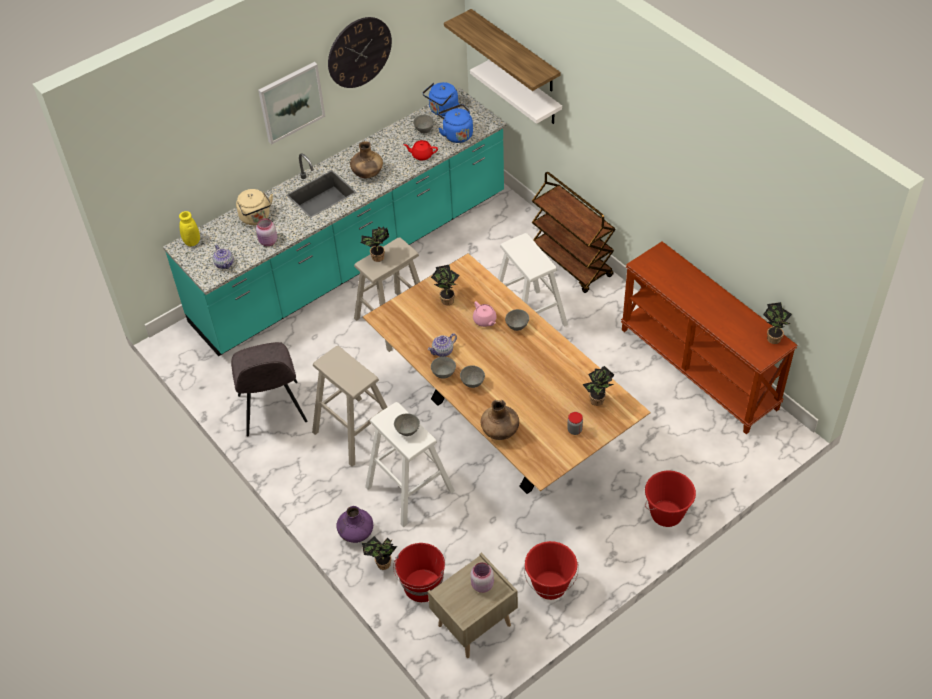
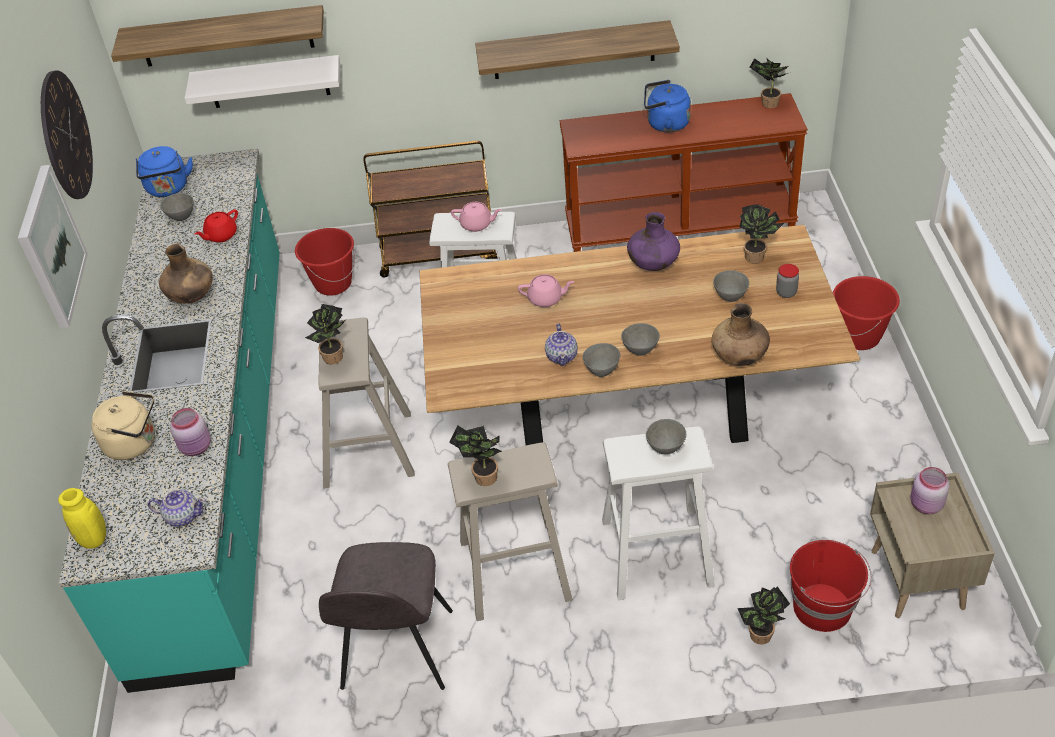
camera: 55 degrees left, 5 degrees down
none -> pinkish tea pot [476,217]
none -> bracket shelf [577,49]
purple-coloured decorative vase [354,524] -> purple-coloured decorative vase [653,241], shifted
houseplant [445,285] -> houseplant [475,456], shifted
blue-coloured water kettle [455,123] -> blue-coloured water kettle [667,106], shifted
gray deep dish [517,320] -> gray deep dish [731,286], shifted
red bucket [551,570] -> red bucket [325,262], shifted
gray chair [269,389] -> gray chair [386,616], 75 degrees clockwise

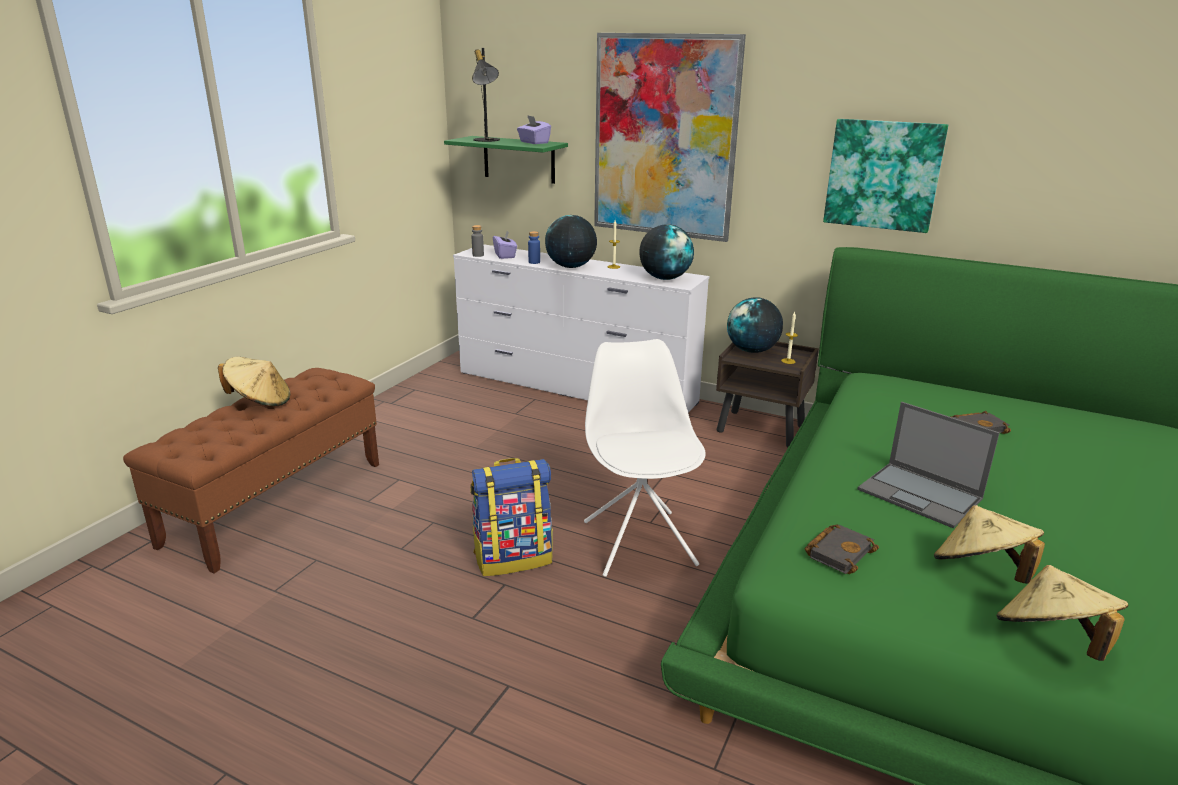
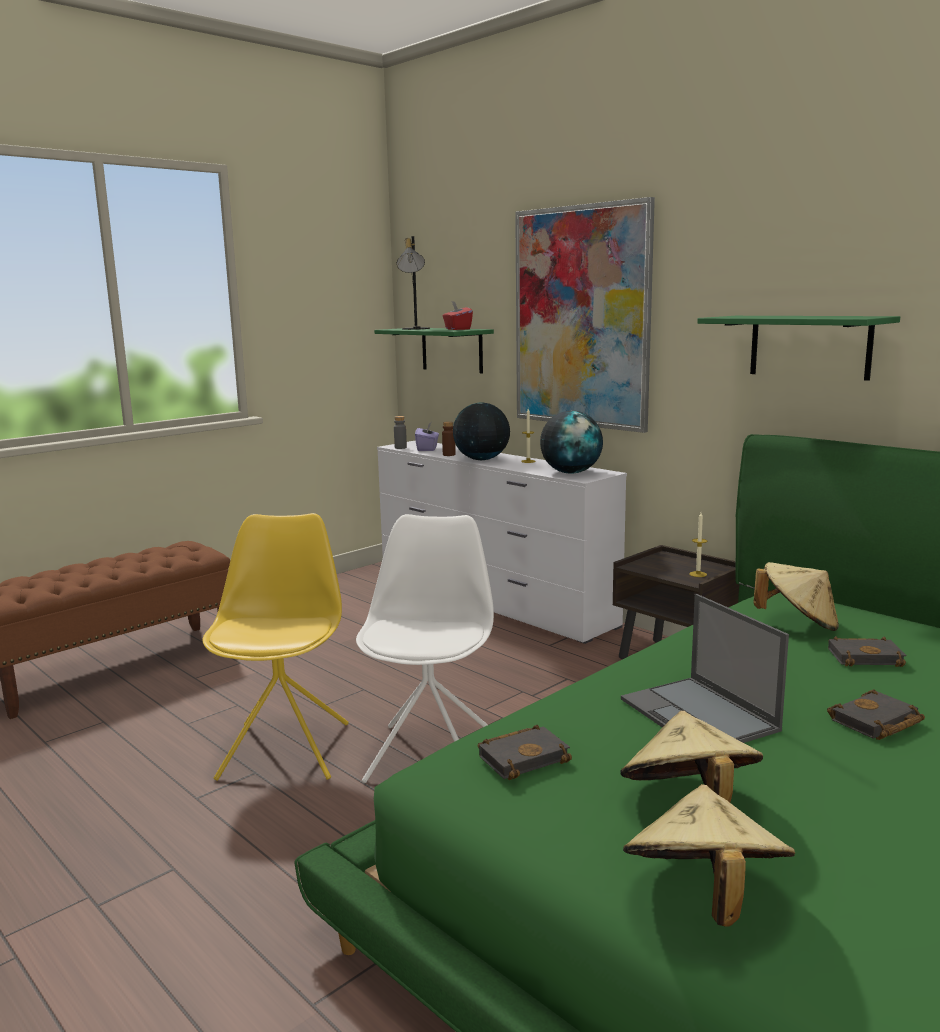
camera: 20 degrees right, 10 degrees down
desk globe [755,325] -> none
none -> black-coloured bound book [876,714]
beige clothing hat [254,381] -> beige clothing hat [796,596], shifted
knapsack [511,517] -> yellow chair [276,647]
wall art [885,176] -> green bracket shelf [798,348]
purple-coloured box of tissues [534,129] -> red box of tissues [457,316]
blue-coloured drink bottle [534,247] -> brownish drink bottle [449,438]

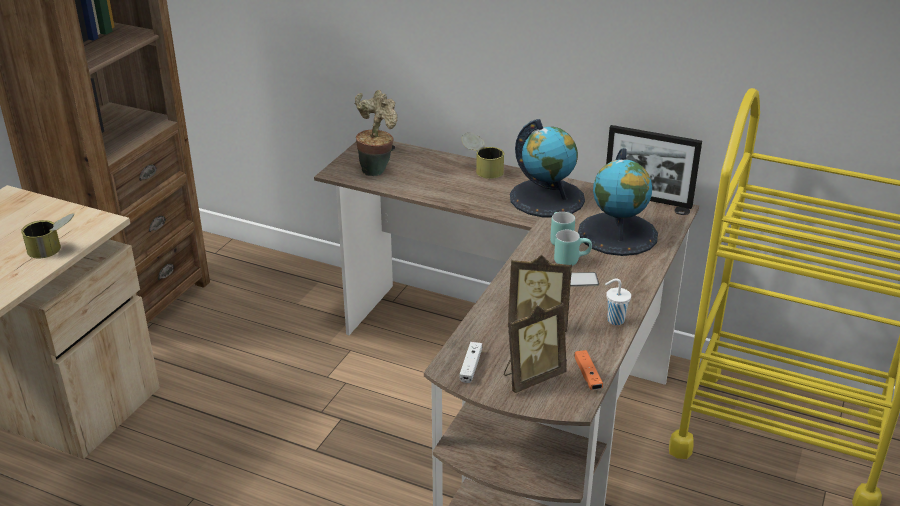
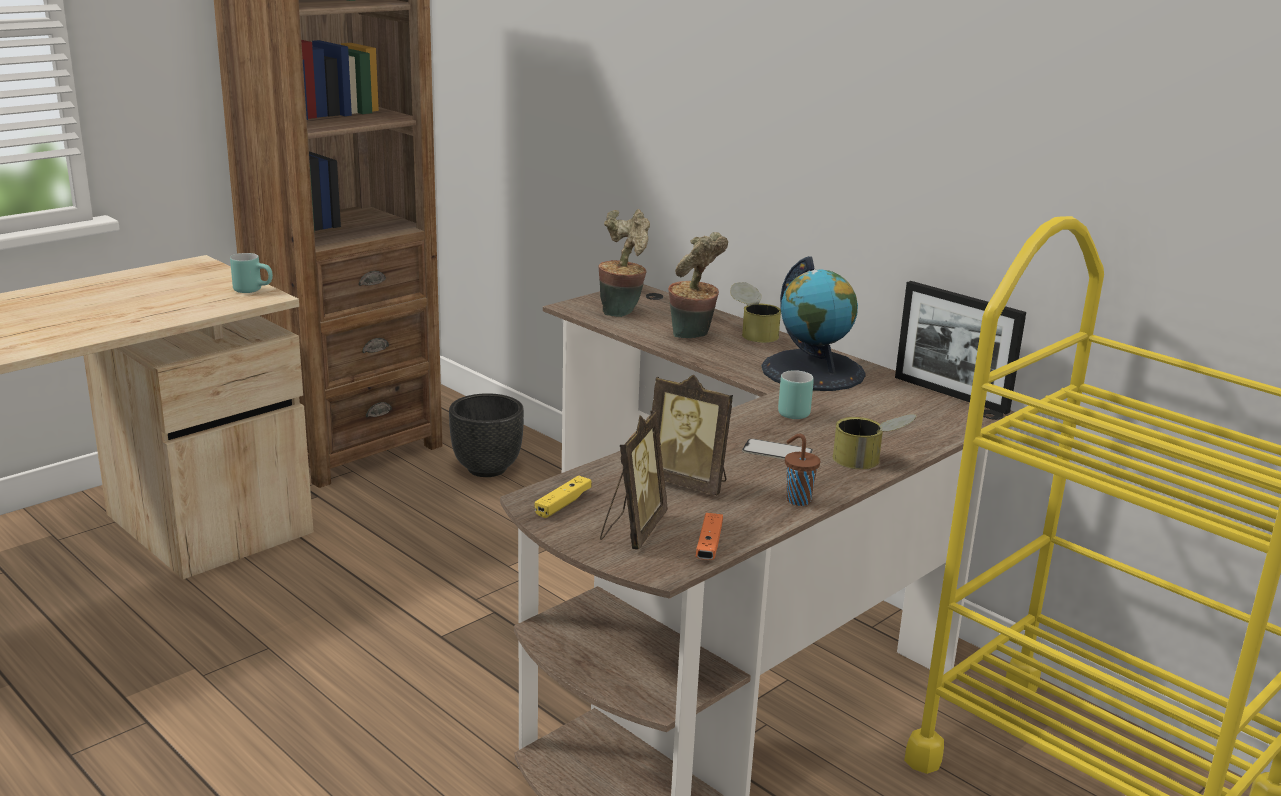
camera: 20 degrees right, 10 degrees down
desk globe [618,202] -> none
none -> black-coloured flower pot [486,435]
none -> houseplant [698,285]
metal can [47,235] -> metal can [875,441], shifted
blue-green coffee mug [573,248] -> blue-green coffee mug [251,273], shifted
white-coloured joypad [470,362] -> yellow joypad [563,496]
white-coloured drinking cup [618,301] -> brownish drinking cup [802,470]
picture frame [535,347] -> picture frame [634,480], 60 degrees counterclockwise

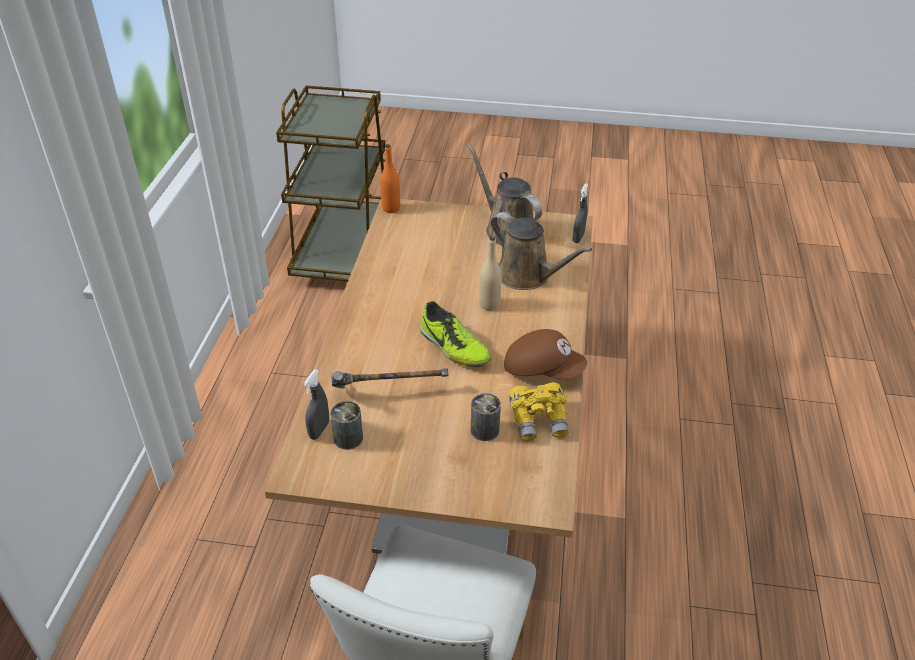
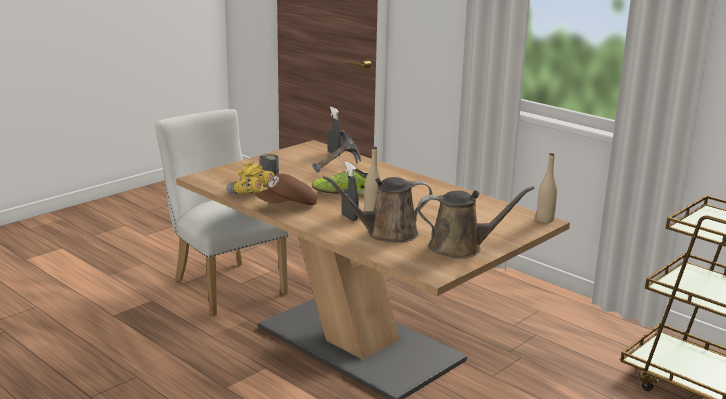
camera: 125 degrees right, 20 degrees down
metal can [347,425] -> none
gray spray bottle [580,213] -> gray spray bottle [350,191], shifted
orange-coloured drink bottle [390,178] -> beige drink bottle [547,188]

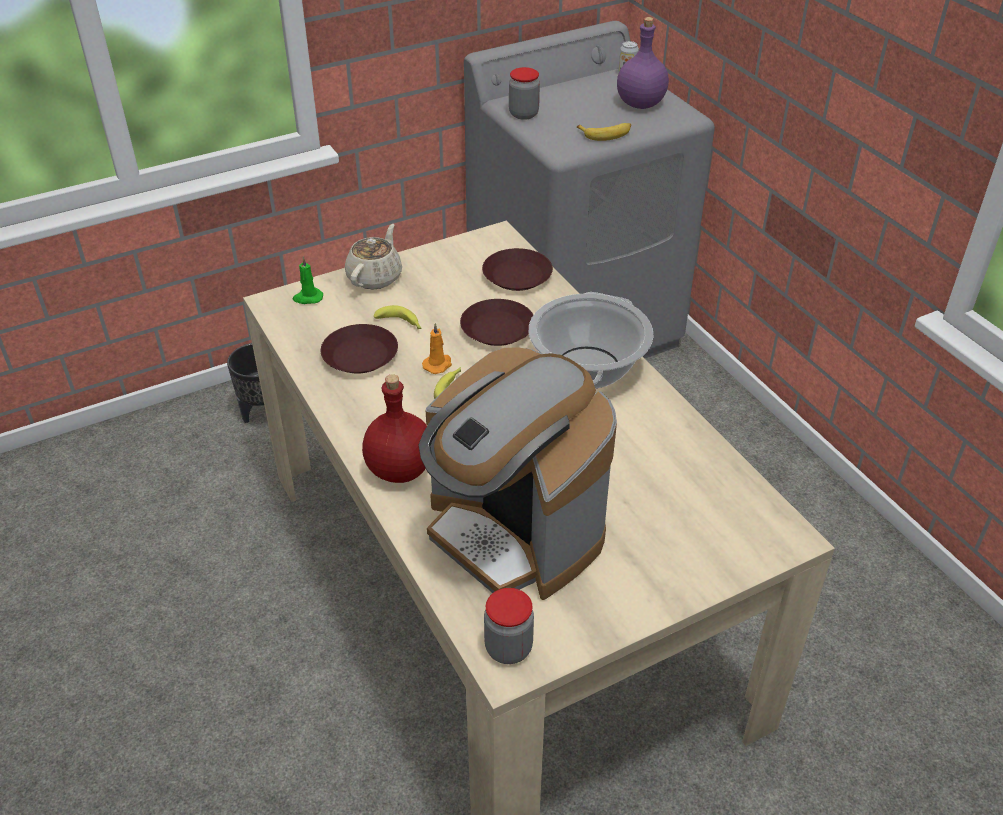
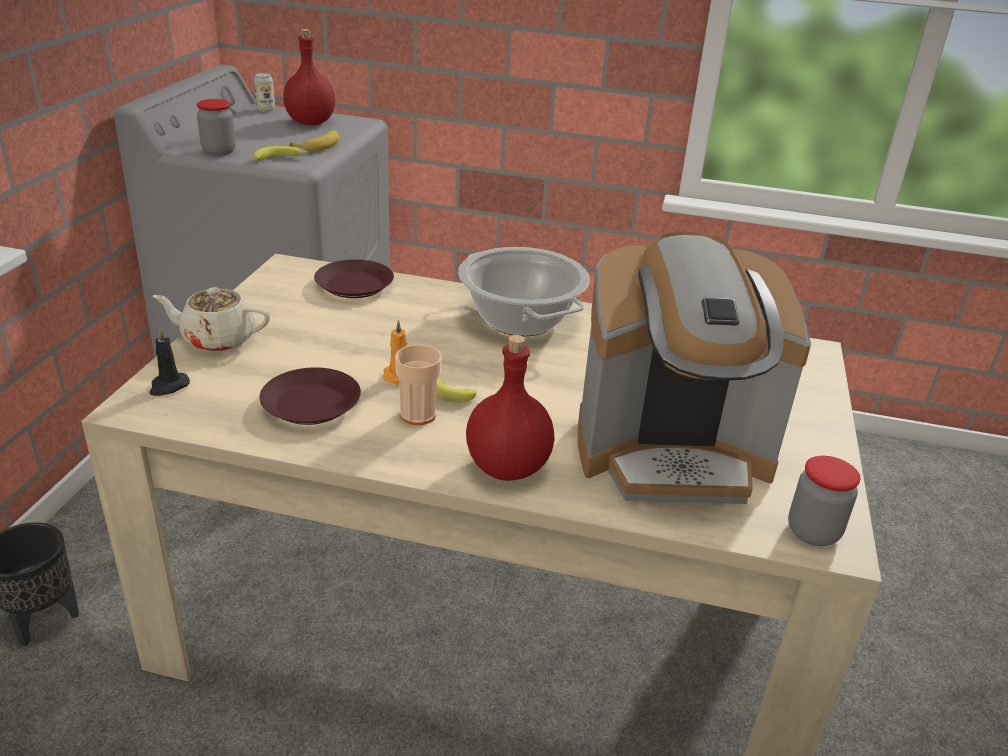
camera: 50 degrees left, 10 degrees down
brownish plate [496,322] -> none
none -> drinking cup [418,385]
whole banana [398,317] -> whole banana [281,153], shifted
green wax candle [308,280] -> black-coloured wax candle [169,361]
purple-coloured drink bottle [643,63] -> red drink bottle [309,77]
beige tea pot [373,256] -> beige tea pot [211,319], 60 degrees counterclockwise

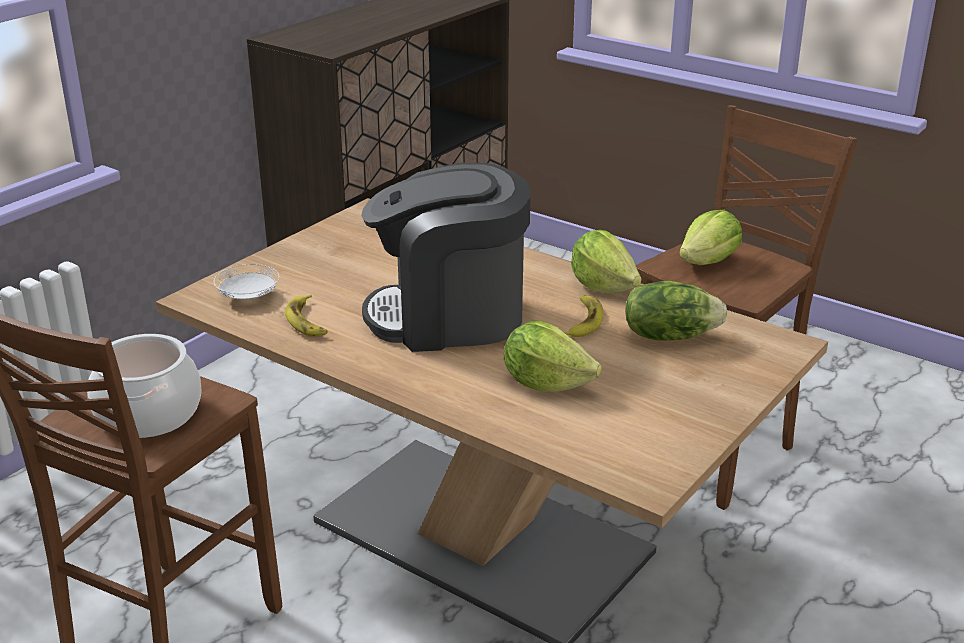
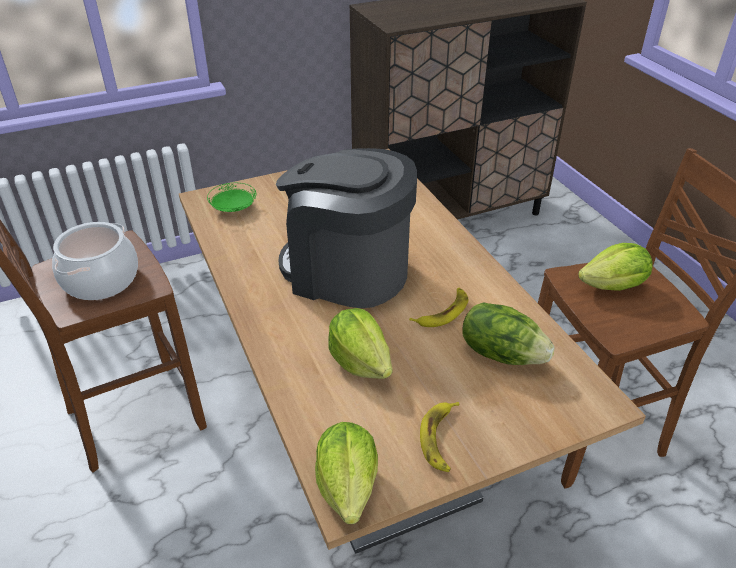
camera: 30 degrees right, 10 degrees up
whole banana [306,315] -> whole banana [440,437], shifted
lettuce head [606,262] -> lettuce head [346,473], shifted
white-coloured plate [246,282] -> green plate [231,197]

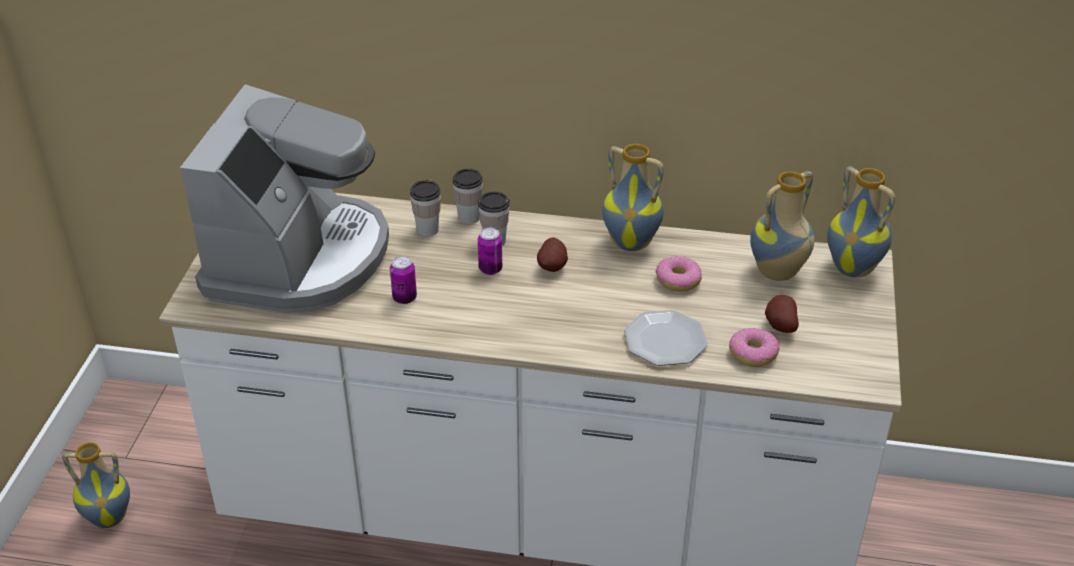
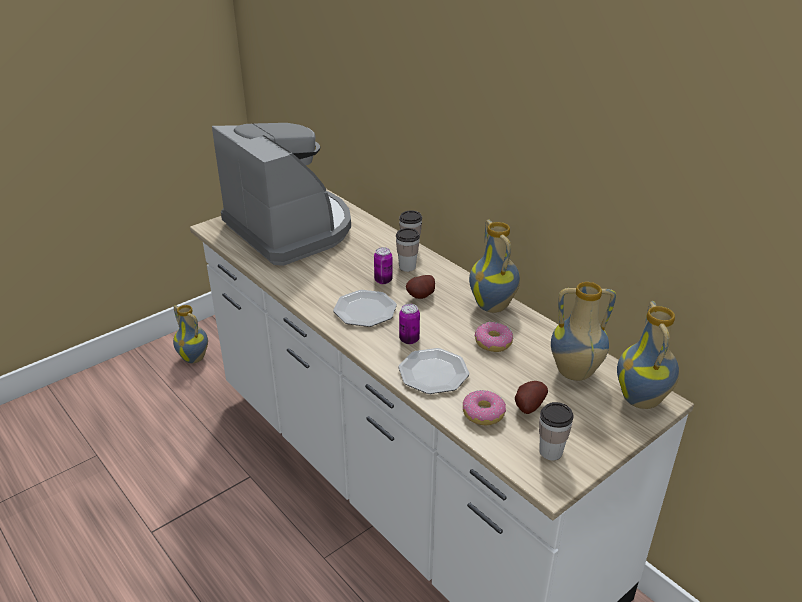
camera: 40 degrees right, 5 degrees down
none -> plate [365,308]
metal can [403,280] -> metal can [409,324], shifted
drinking cup [425,208] -> drinking cup [556,431], shifted
coffee brewer [284,198] -> coffee brewer [281,194], 90 degrees counterclockwise

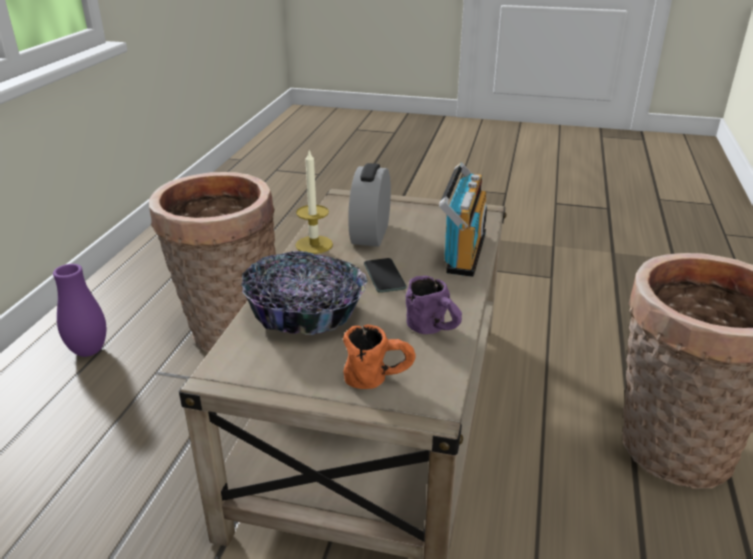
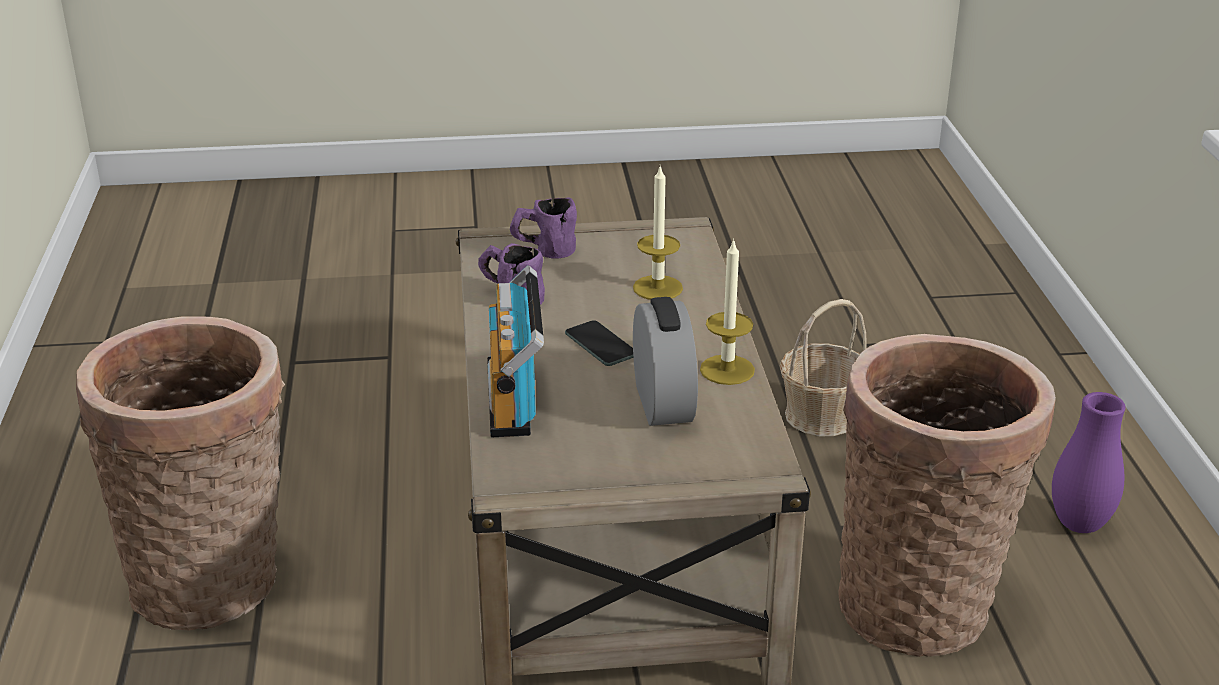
camera: 160 degrees right, 0 degrees up
none -> storage basket [823,367]
deep dish [304,293] -> wax candle [658,233]
orange-coloured coffee mug [379,357] -> purple-coloured coffee mug [543,228]

